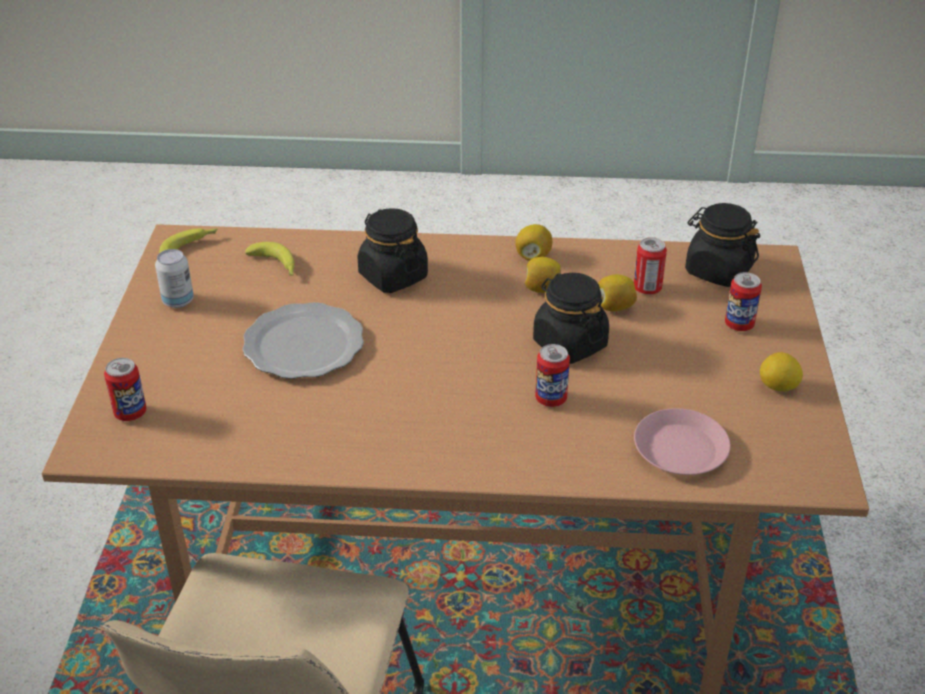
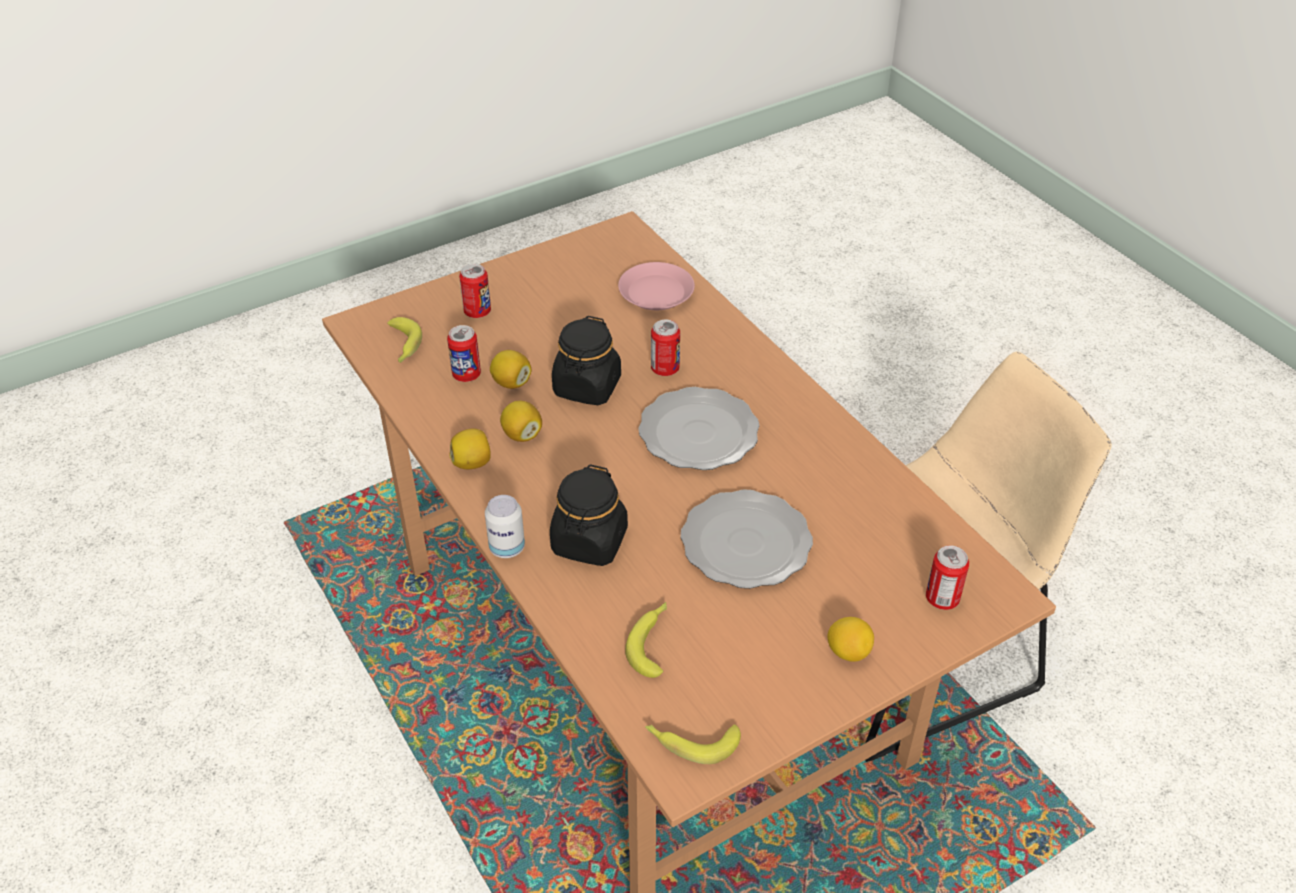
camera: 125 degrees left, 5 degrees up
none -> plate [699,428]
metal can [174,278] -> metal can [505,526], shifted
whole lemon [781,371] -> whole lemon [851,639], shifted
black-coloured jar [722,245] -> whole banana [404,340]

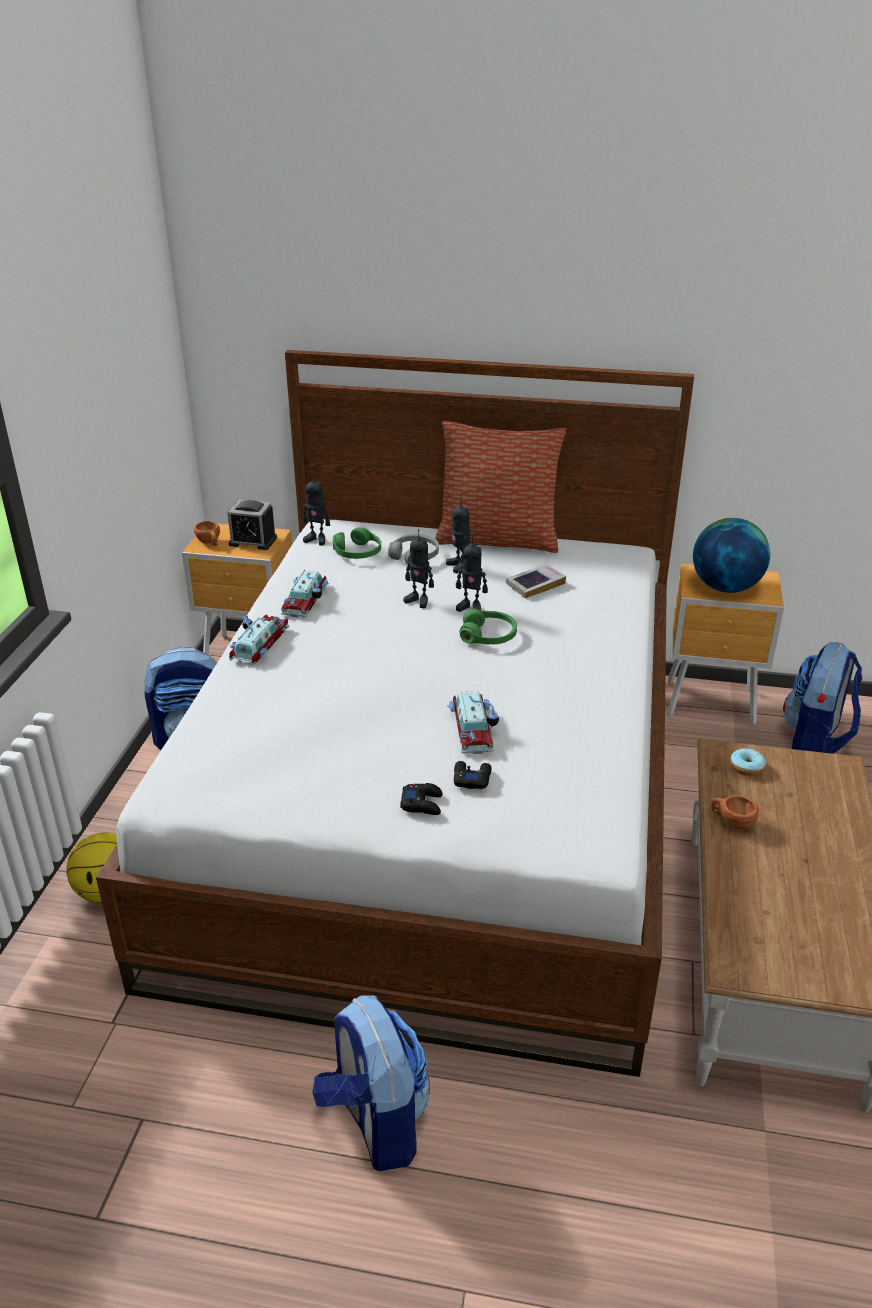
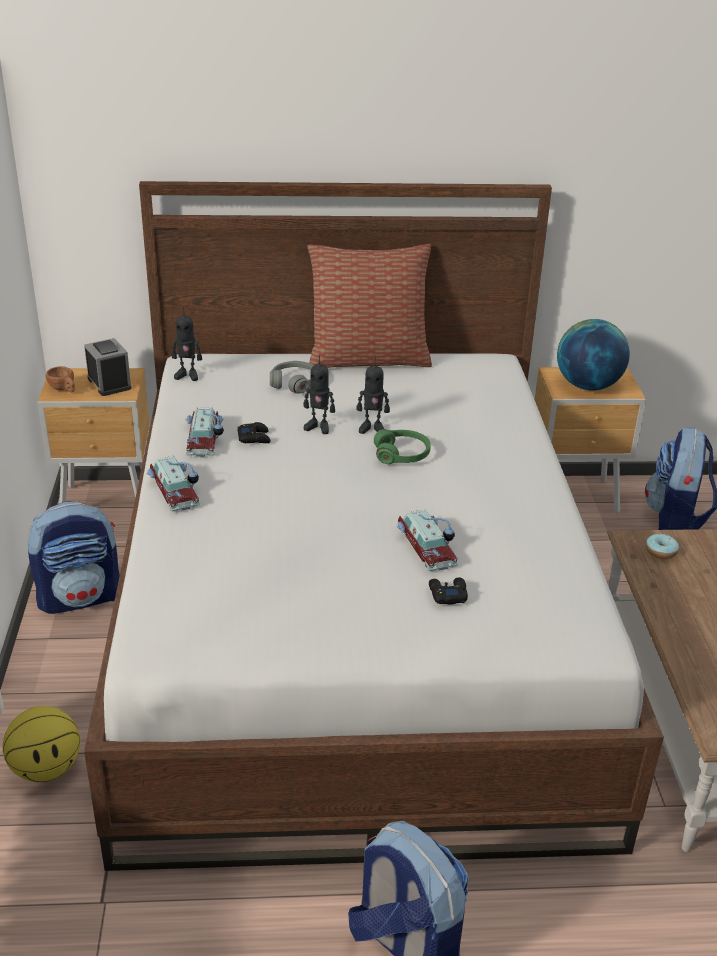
camera: 15 degrees left, 0 degrees up
green headset [357,543] -> none
toy robot [458,535] -> none
bound book [536,581] -> none
brownish drinking cup [735,812] -> none
black-coloured joypad [421,799] -> black-coloured joypad [254,432], shifted
bedside clock [252,524] -> bedside clock [108,367], 120 degrees counterclockwise
model car [259,639] -> model car [173,483], 150 degrees clockwise

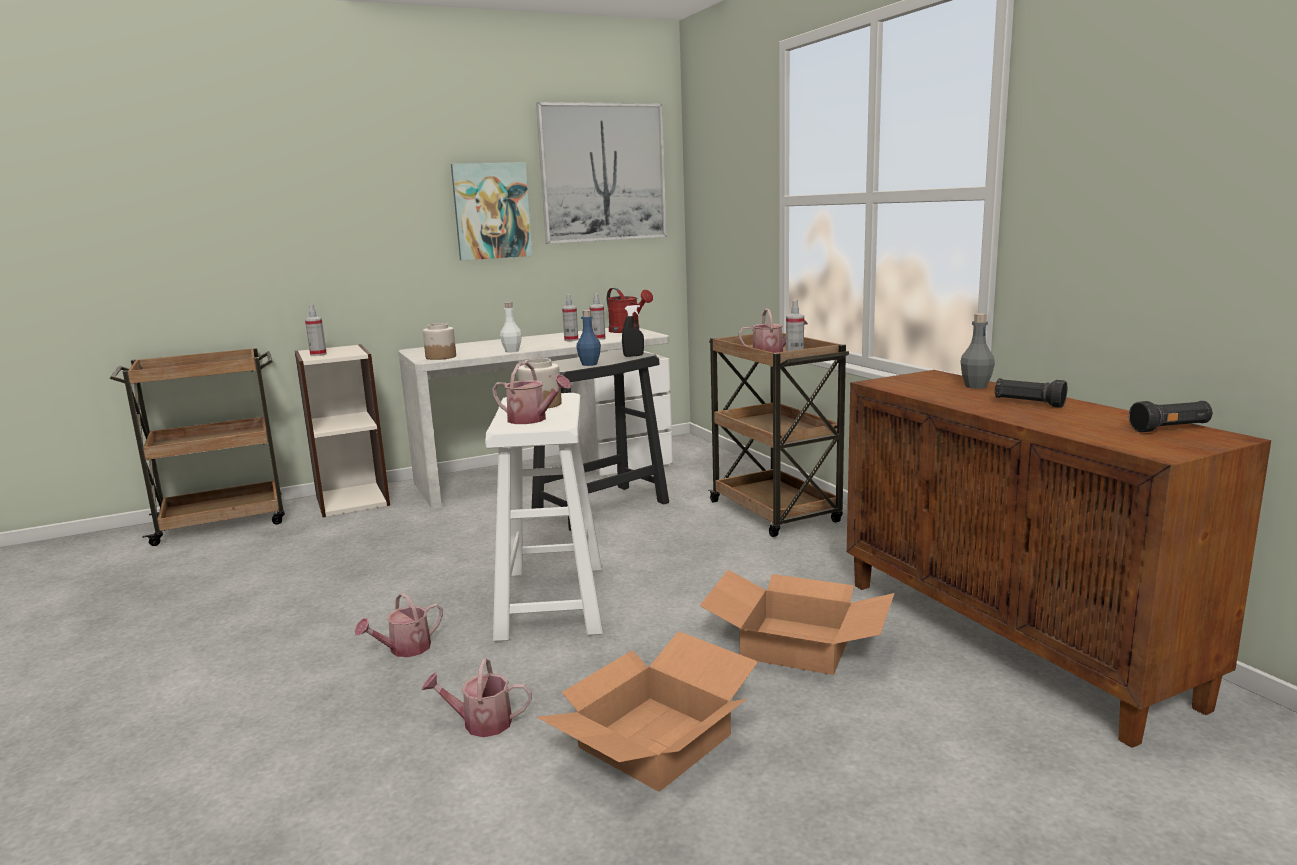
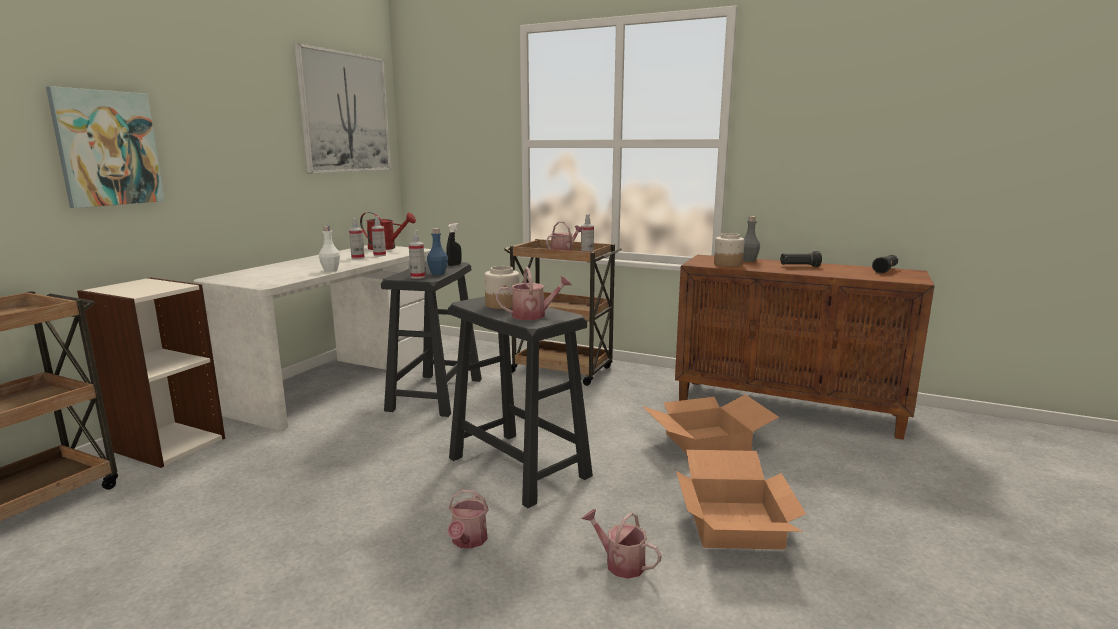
camera: 40 degrees left, 0 degrees up
spray bottle [316,330] -> spray bottle [417,254], shifted
jar [439,341] -> jar [729,250], shifted
wall art [492,211] -> wall art [105,147], shifted
white-coloured stool seat [544,517] -> black-coloured stool seat [520,402]
watering can [477,697] -> watering can [622,544], 75 degrees clockwise

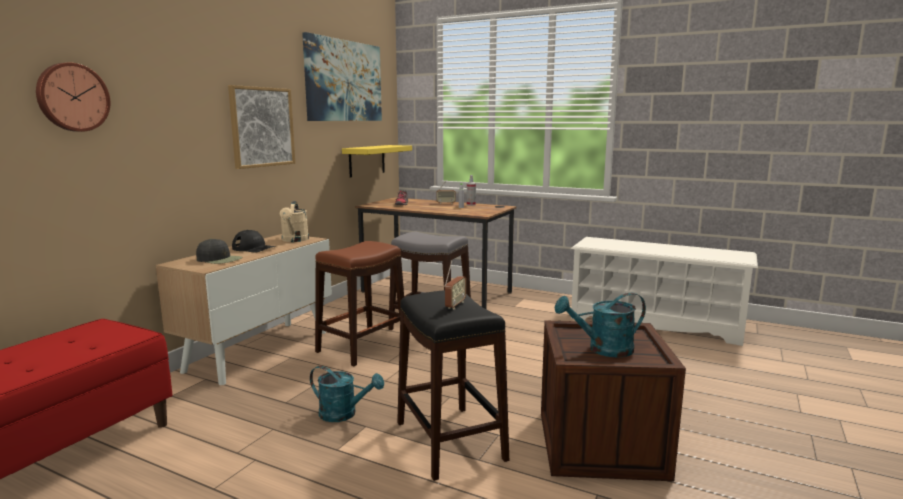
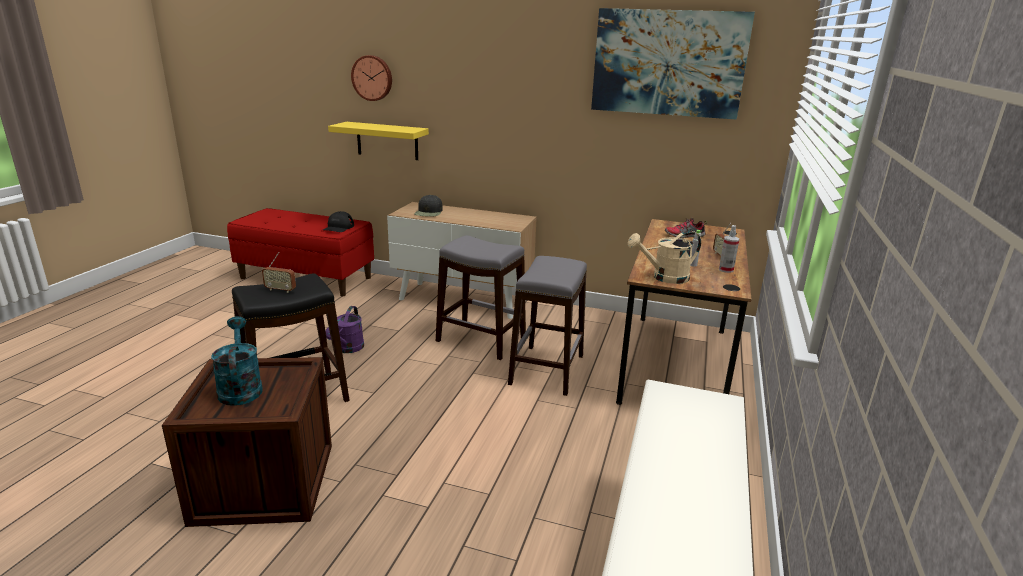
camera: 80 degrees right, 10 degrees up
wall art [261,127] -> none
black-coloured baseball cap [254,241] -> black-coloured baseball cap [338,221], shifted
beige watering can [294,221] -> beige watering can [664,257], shifted
yellow bracket shelf [377,161] -> yellow bracket shelf [378,141], shifted
blue-green watering can [347,394] -> purple-coloured watering can [344,329]
brownish stool seat [359,303] -> gray stool seat [481,297]

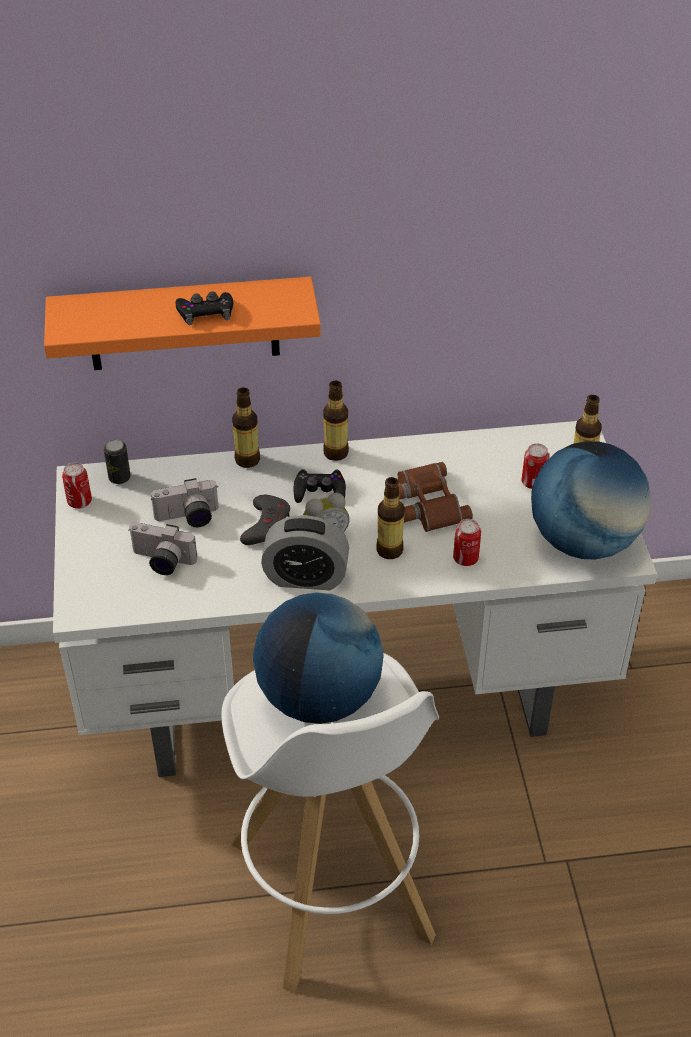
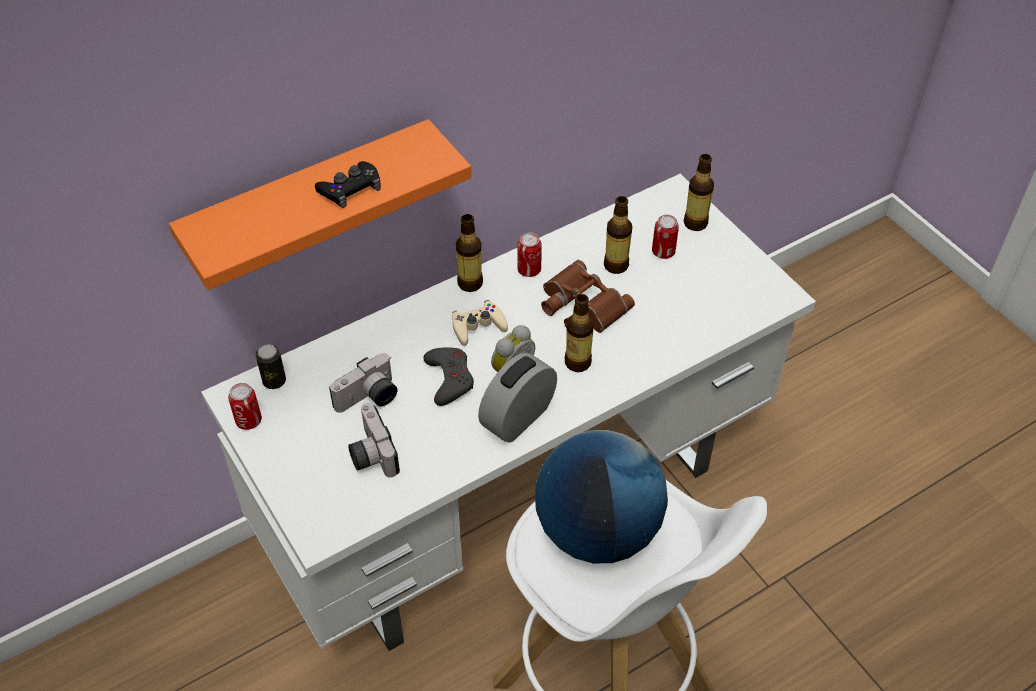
camera: 25 degrees left, 5 degrees up
desk globe [591,500] -> none
drink bottle [246,427] -> drink bottle [618,235], shifted
metal can [467,542] -> metal can [529,254], shifted
black-coloured joypad [320,486] -> beige joypad [480,323]
photo camera [162,548] -> photo camera [374,440], 75 degrees clockwise
bedside clock [305,552] -> bedside clock [517,397], 150 degrees clockwise

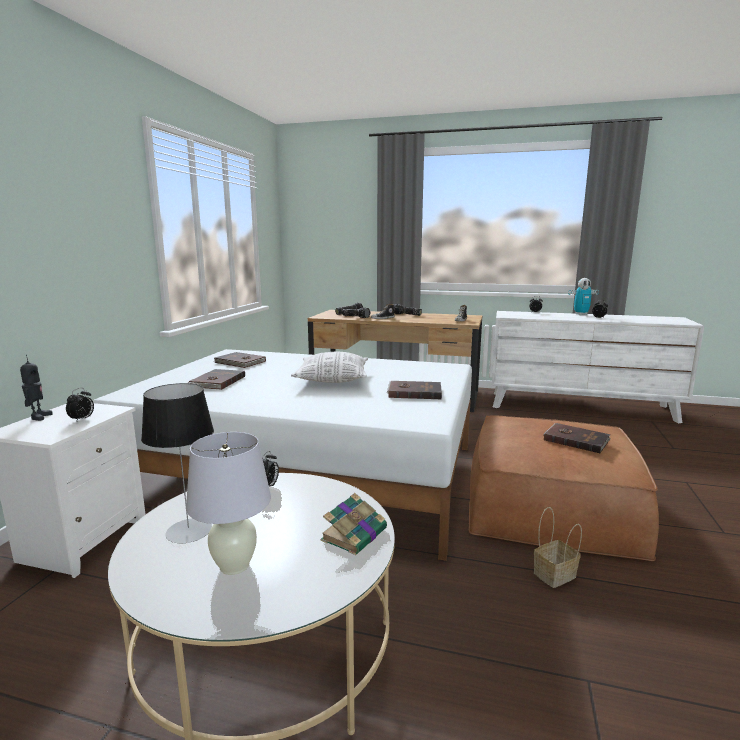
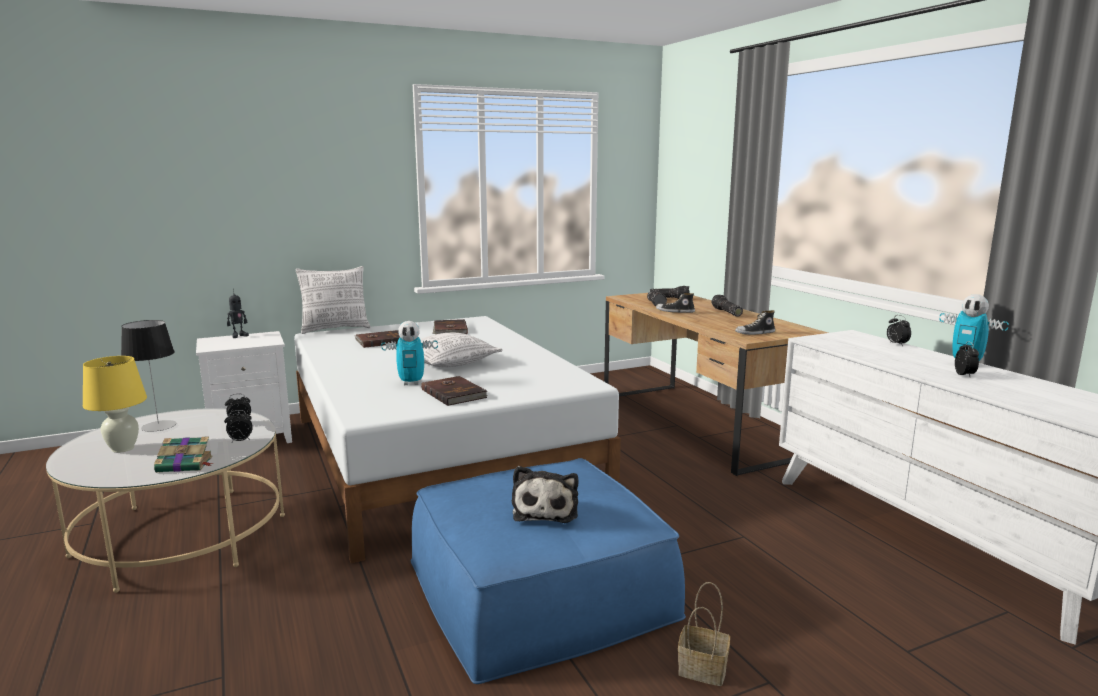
camera: 50 degrees right, 0 degrees up
none -> cushion [333,300]
none -> toy robot [409,353]
bedside clock [80,405] -> bedside clock [238,426], shifted
storage basket [558,547] -> storage basket [704,634], shifted
brownish bound book [577,438] -> plush toy [545,494]
white-coloured lamp for a table [228,503] -> yellow lamp for a table [115,404]
brownish footrest [564,488] -> blue-coloured footrest [548,571]

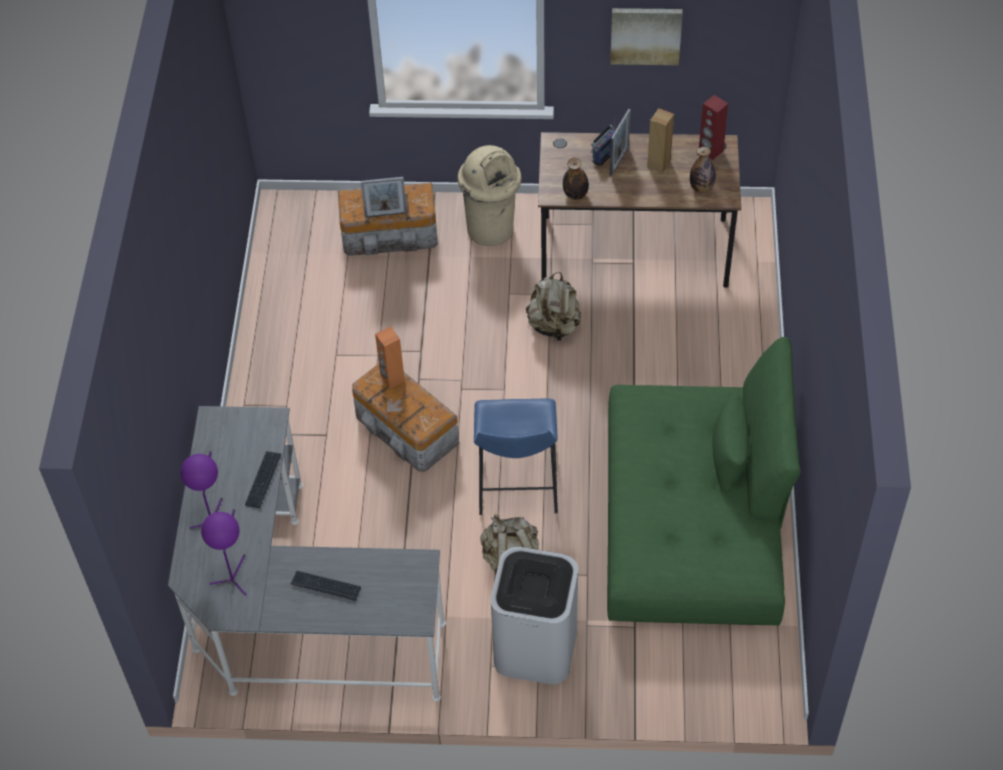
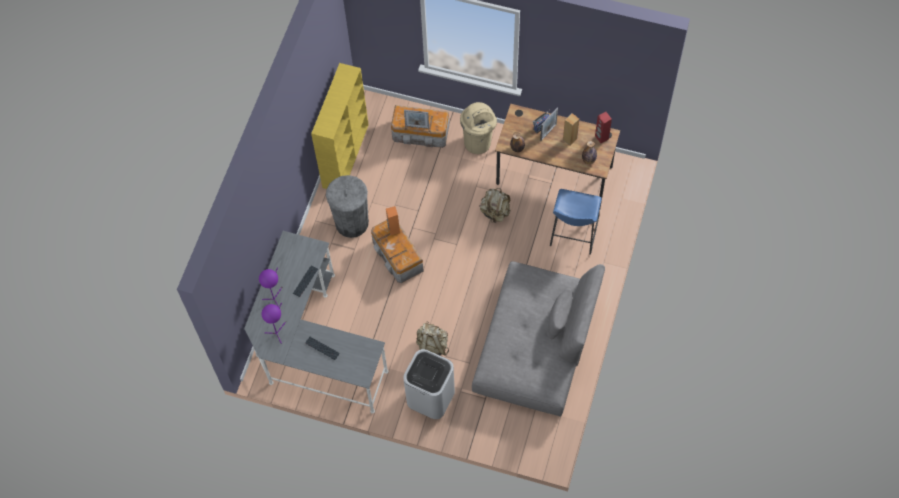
camera: 15 degrees right, 10 degrees up
wall art [646,36] -> none
none -> yellow bookcase [340,126]
none -> gray waste bin [347,206]
blue-coloured stool seat [516,457] -> blue-coloured stool seat [576,222], shifted
green sofa [704,481] -> gray sofa [538,339]

